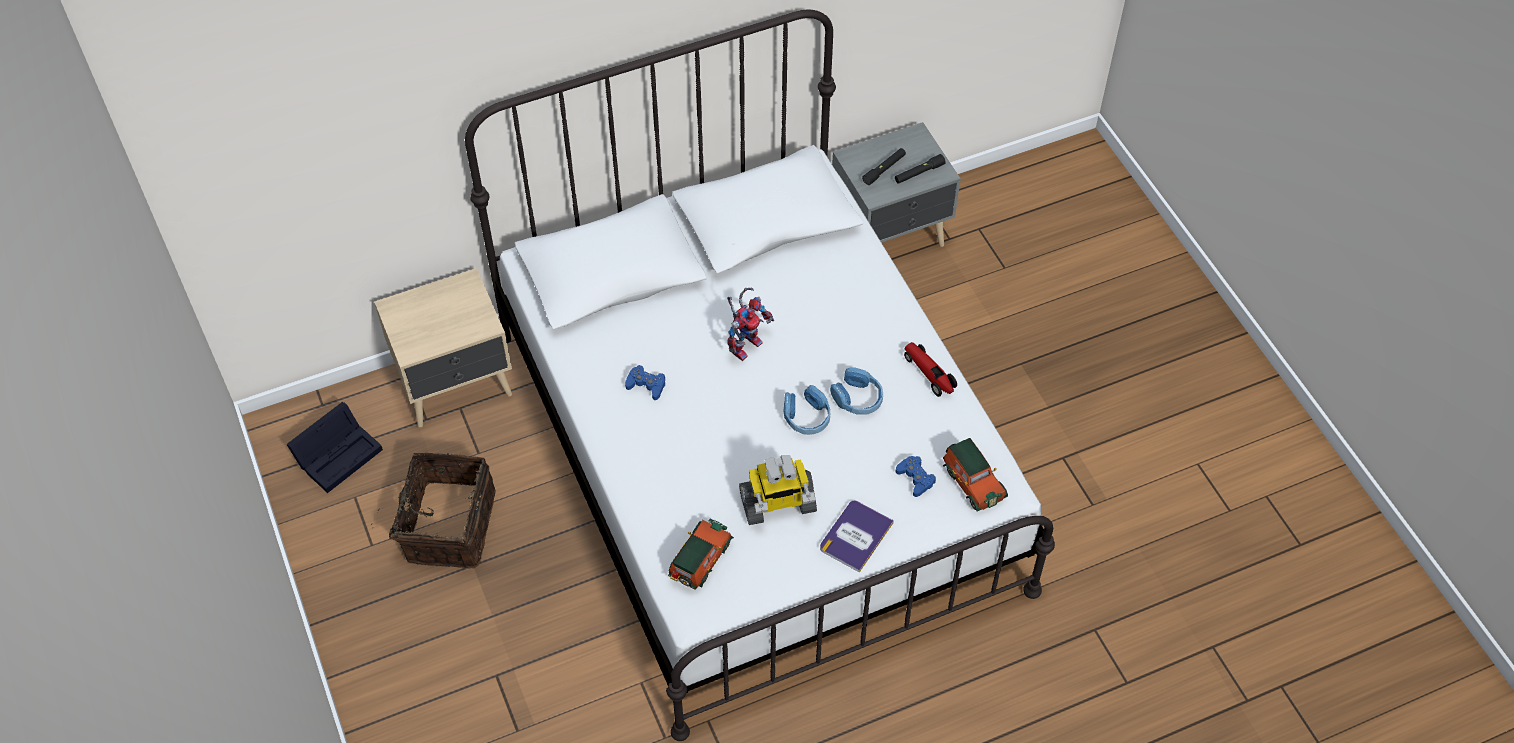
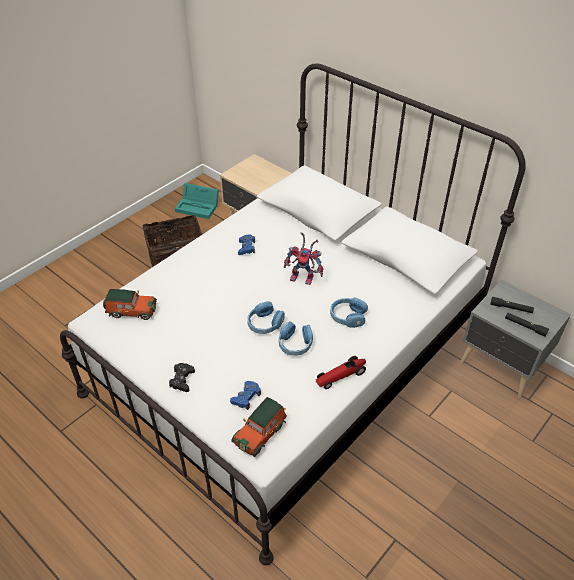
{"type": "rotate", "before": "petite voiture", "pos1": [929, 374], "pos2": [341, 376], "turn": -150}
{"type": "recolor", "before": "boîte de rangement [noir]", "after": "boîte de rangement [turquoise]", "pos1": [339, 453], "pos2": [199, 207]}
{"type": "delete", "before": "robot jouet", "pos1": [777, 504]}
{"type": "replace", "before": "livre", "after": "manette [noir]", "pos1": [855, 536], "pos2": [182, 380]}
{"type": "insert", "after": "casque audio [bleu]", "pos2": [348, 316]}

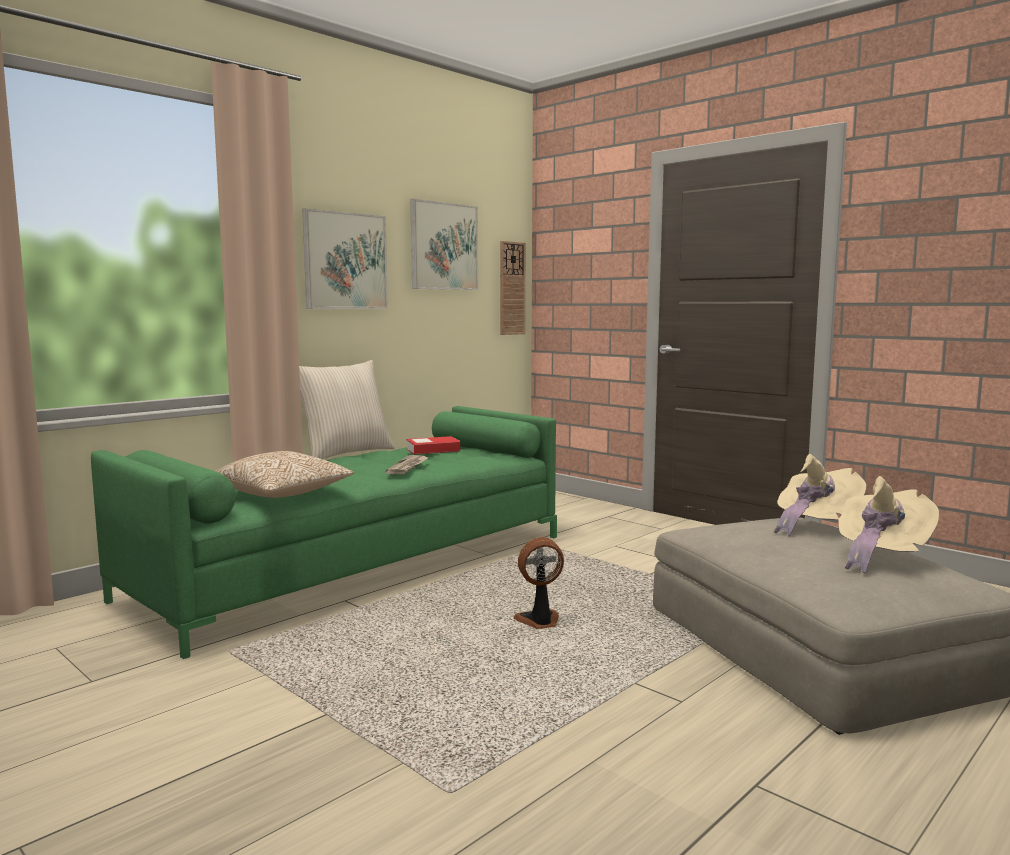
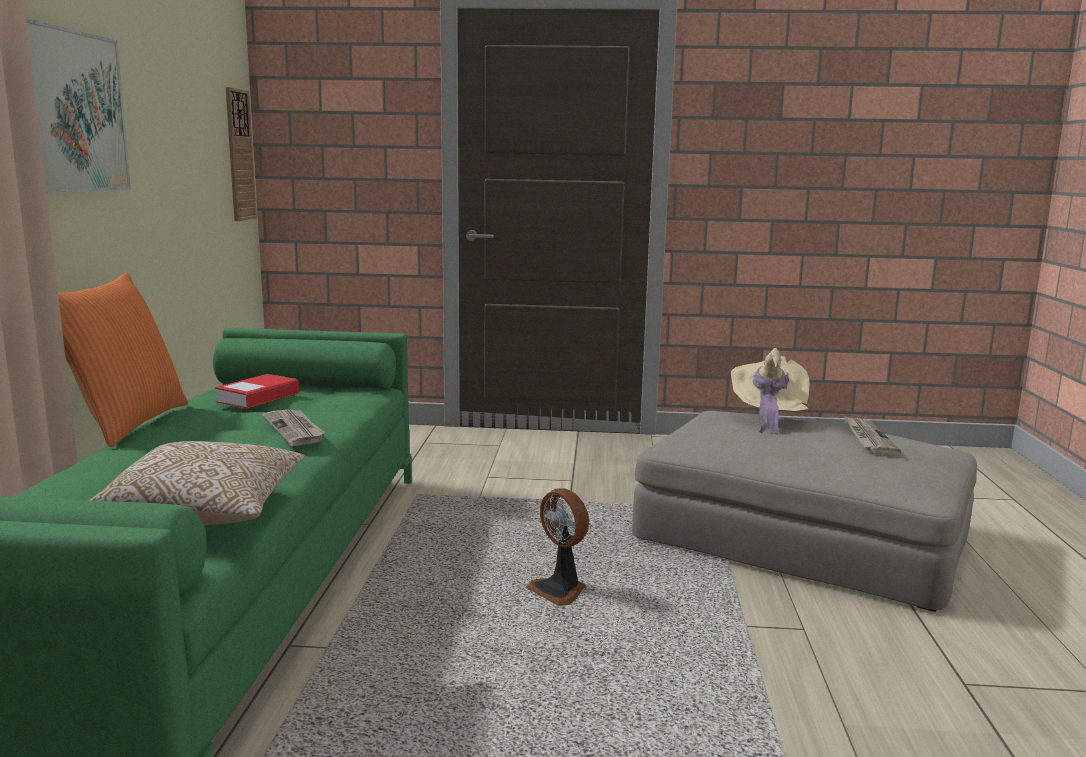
{"type": "delete", "before": "tableau", "pos1": [444, 246]}
{"type": "recolor", "before": "coussin [beige]", "after": "coussin [orange]", "pos1": [345, 453], "pos2": [126, 424]}
{"type": "replace", "before": "chapeau [beige]", "after": "journal", "pos1": [880, 556], "pos2": [868, 438]}
{"type": "rotate", "before": "ventilateur", "pos1": [539, 622], "pos2": [559, 591], "turn": -75}

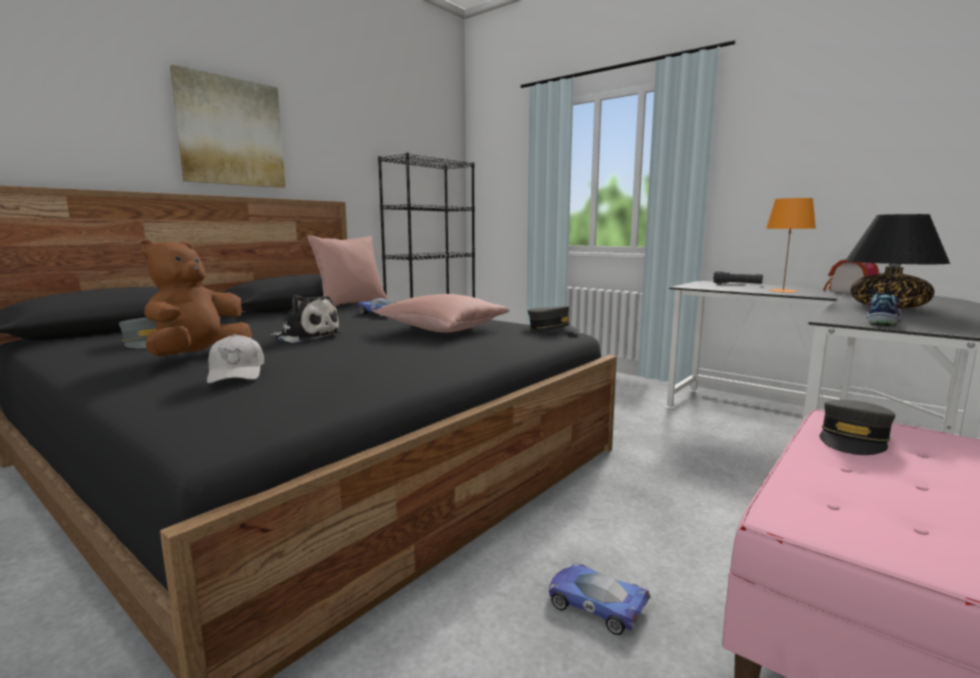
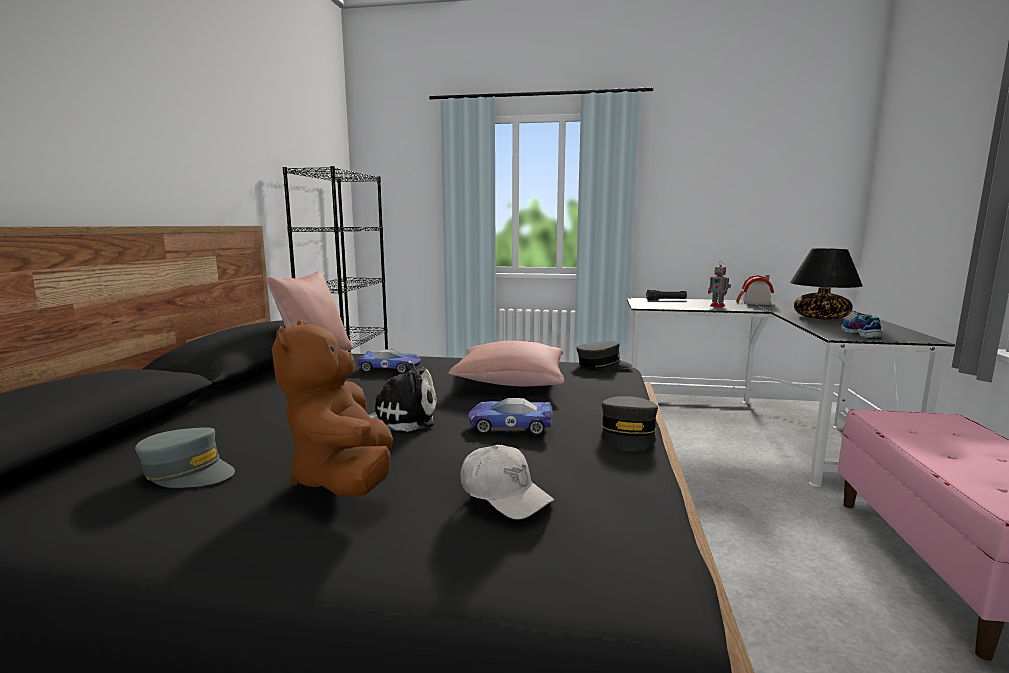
{"type": "delete", "before": "tableau", "pos1": [231, 132]}
{"type": "replace", "before": "lampe de table [orange]", "after": "robot jouet", "pos1": [783, 291], "pos2": [718, 306]}
{"type": "move", "before": "casquette [gris]", "pos1": [853, 440], "pos2": [628, 435]}
{"type": "move", "before": "petite voiture", "pos1": [595, 604], "pos2": [510, 424]}

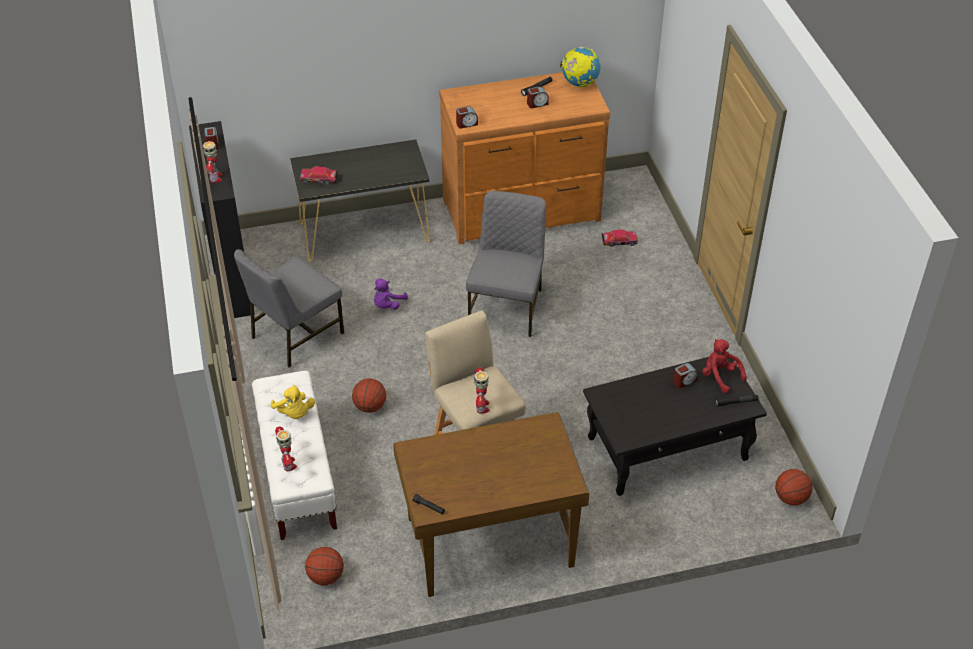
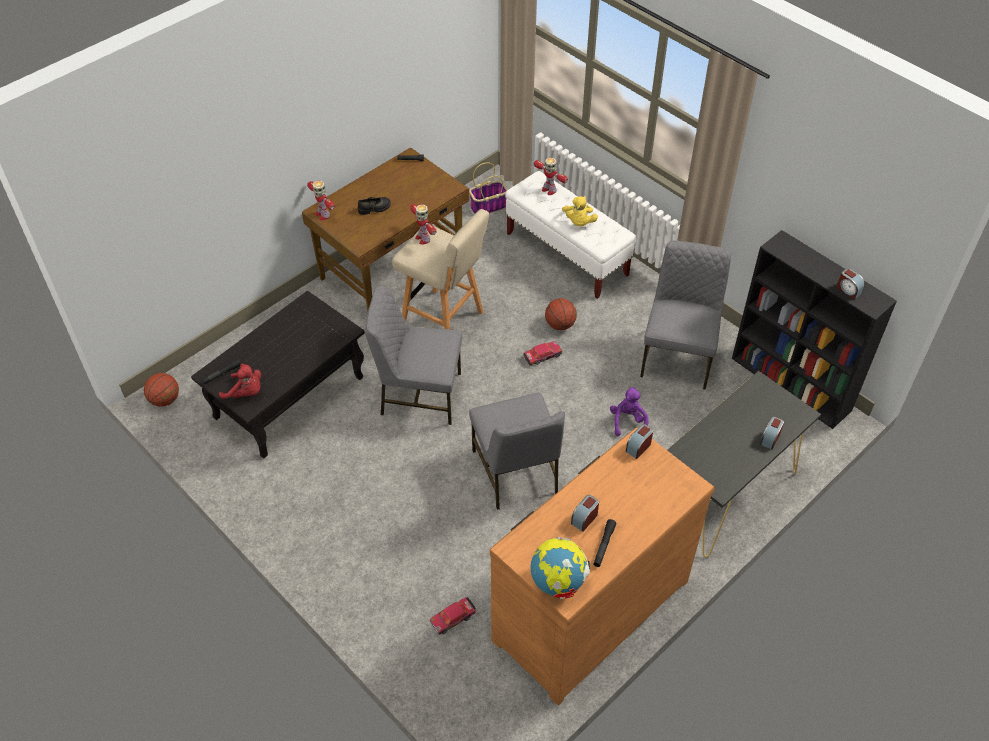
{"type": "move", "before": "robot jouet", "pos1": [215, 177], "pos2": [322, 214]}
{"type": "move", "before": "petite voiture", "pos1": [319, 179], "pos2": [542, 356]}
{"type": "move", "before": "réveil", "pos1": [684, 381], "pos2": [770, 438]}
{"type": "rotate", "before": "peluche [jaune]", "pos1": [294, 413], "pos2": [579, 222], "turn": -120}
{"type": "replace", "before": "ballon de basket", "after": "panier", "pos1": [326, 576], "pos2": [489, 206]}
{"type": "insert", "after": "chaussure [noir]", "pos2": [374, 208]}
{"type": "insert", "after": "chaise [gris]", "pos2": [419, 394]}

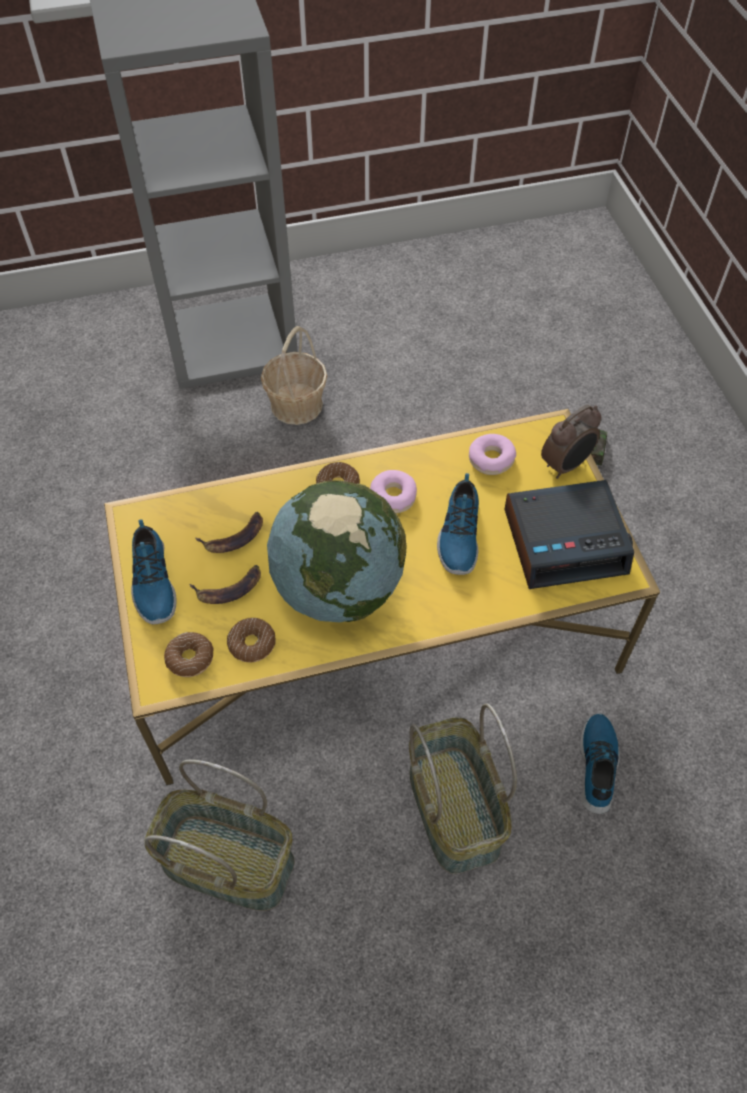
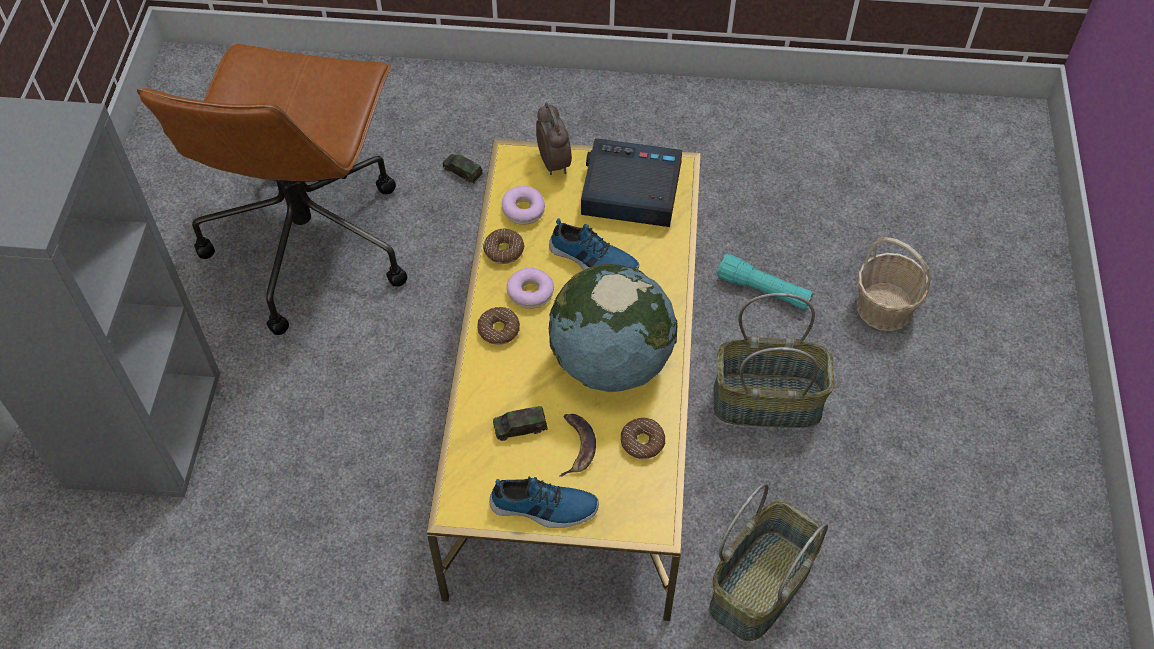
{"type": "move", "before": "panier", "pos1": [296, 405], "pos2": [884, 308]}
{"type": "rotate", "before": "réveil", "pos1": [565, 541], "pos2": [630, 191], "turn": -90}
{"type": "replace", "before": "banane", "after": "petite voiture", "pos1": [234, 537], "pos2": [520, 427]}
{"type": "move", "before": "beignet", "pos1": [190, 658], "pos2": [504, 250]}
{"type": "replace", "before": "chaussure", "after": "lampe de poche [turquoise]", "pos1": [599, 765], "pos2": [763, 290]}
{"type": "insert", "after": "chaise de bureau [marron]", "pos2": [309, 242]}

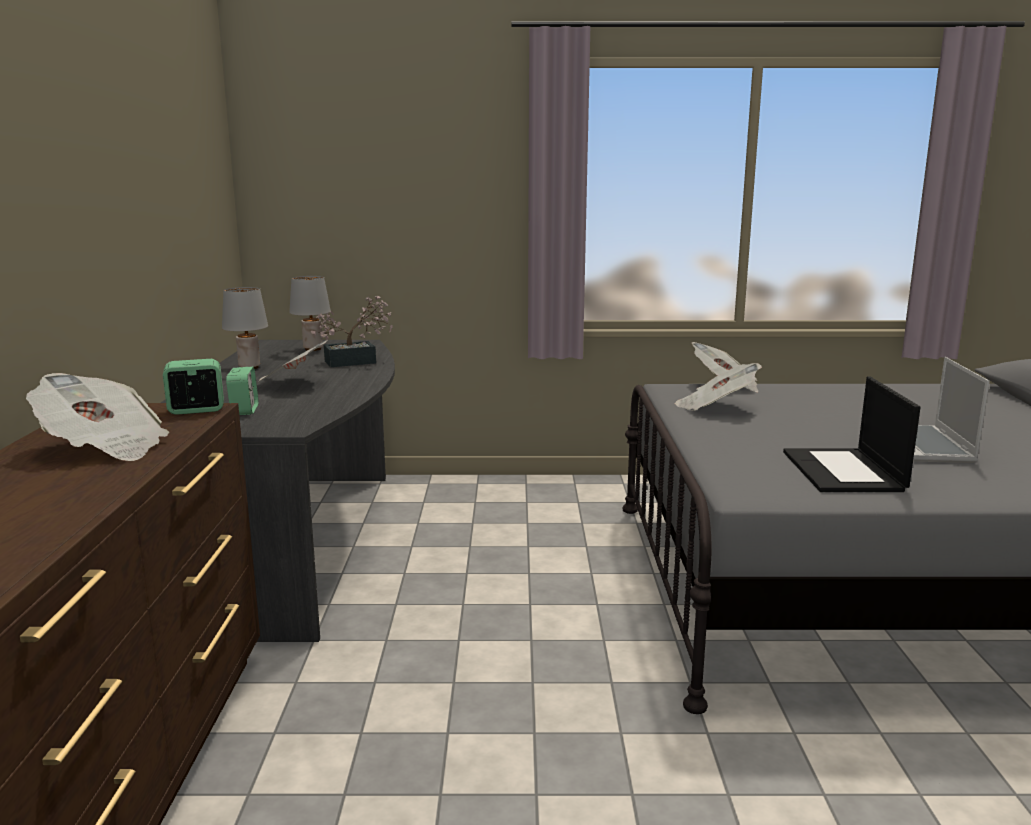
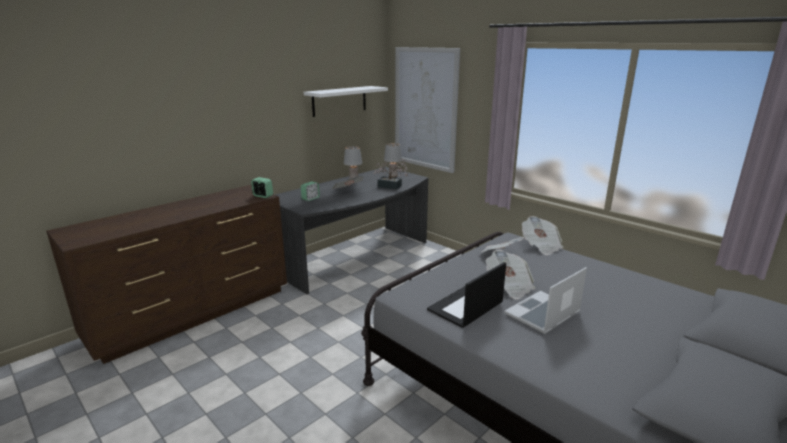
{"type": "move", "before": "journal", "pos1": [104, 447], "pos2": [509, 286]}
{"type": "insert", "after": "tableau", "pos2": [425, 109]}
{"type": "insert", "after": "étagère [blanc]", "pos2": [339, 101]}

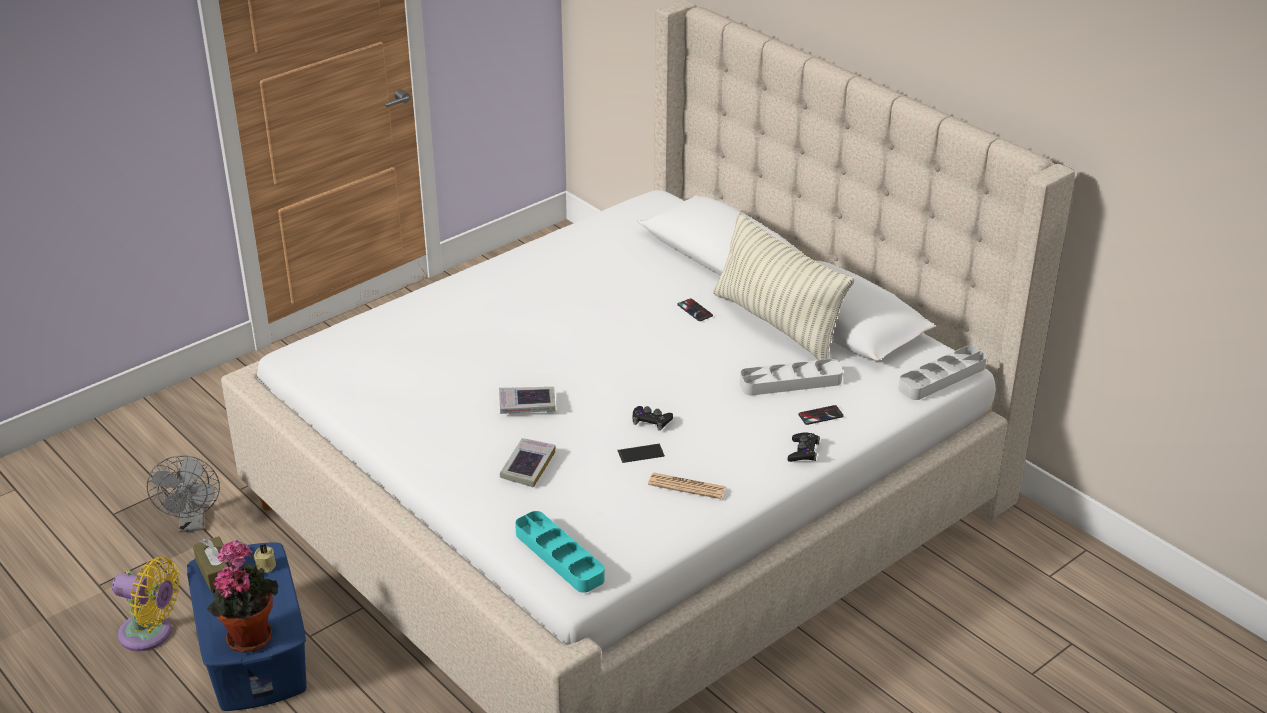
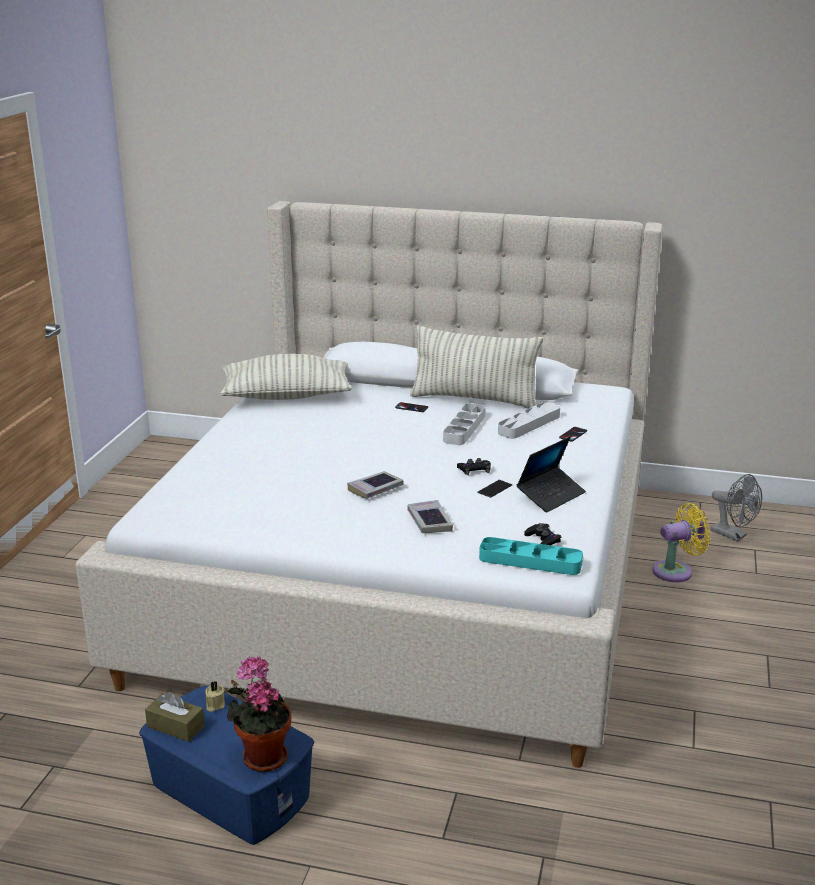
{"type": "move", "before": "plateau [gris]", "pos1": [942, 378], "pos2": [464, 428]}
{"type": "move", "before": "manette [noir]", "pos1": [803, 451], "pos2": [543, 540]}
{"type": "move", "before": "ventilateur [gris]", "pos1": [193, 523], "pos2": [733, 535]}
{"type": "replace", "before": "journal", "after": "ordinateur portable", "pos1": [686, 486], "pos2": [551, 495]}
{"type": "move", "before": "ventilateur [jaune]", "pos1": [150, 634], "pos2": [676, 571]}
{"type": "insert", "after": "coussin", "pos2": [286, 396]}

